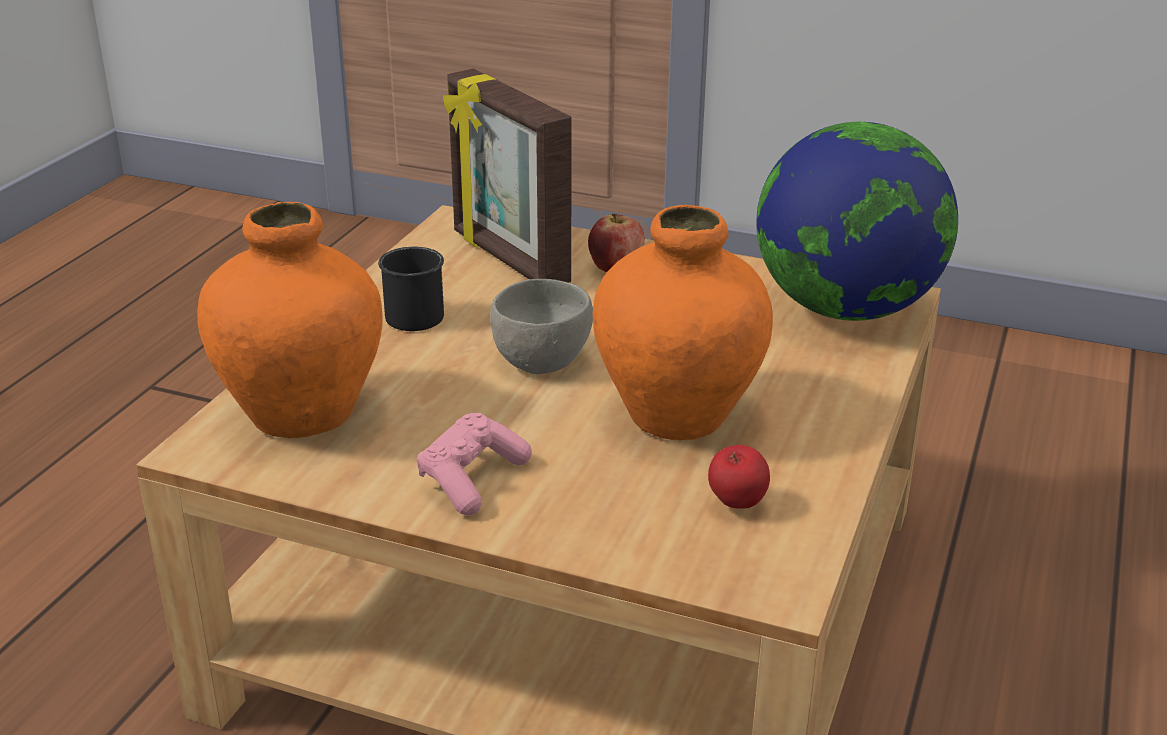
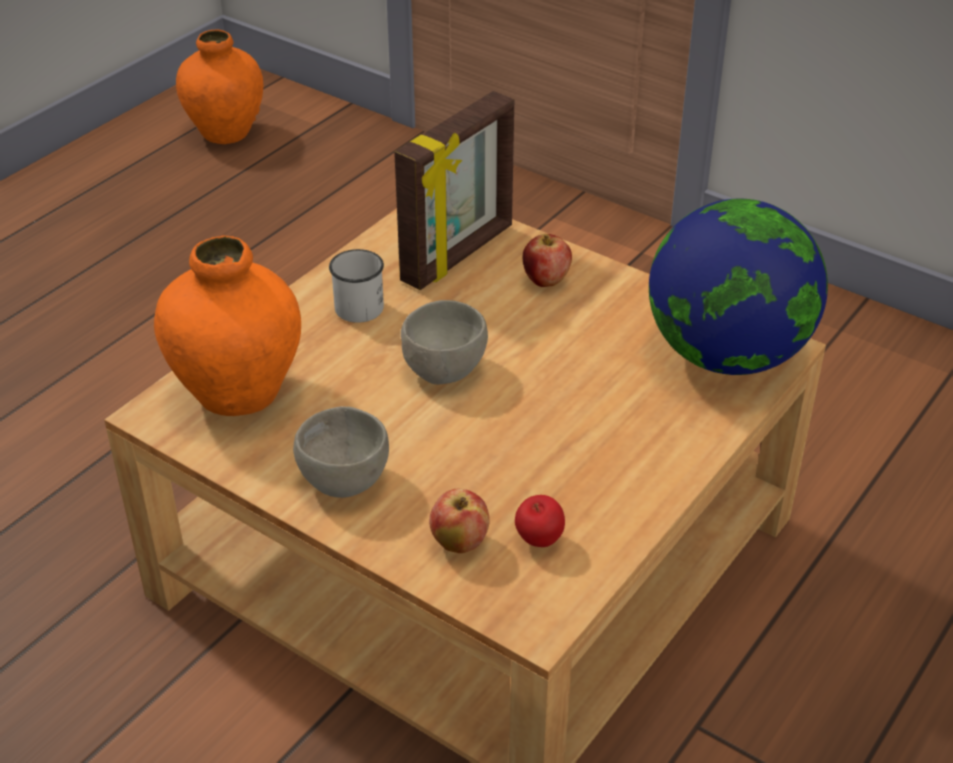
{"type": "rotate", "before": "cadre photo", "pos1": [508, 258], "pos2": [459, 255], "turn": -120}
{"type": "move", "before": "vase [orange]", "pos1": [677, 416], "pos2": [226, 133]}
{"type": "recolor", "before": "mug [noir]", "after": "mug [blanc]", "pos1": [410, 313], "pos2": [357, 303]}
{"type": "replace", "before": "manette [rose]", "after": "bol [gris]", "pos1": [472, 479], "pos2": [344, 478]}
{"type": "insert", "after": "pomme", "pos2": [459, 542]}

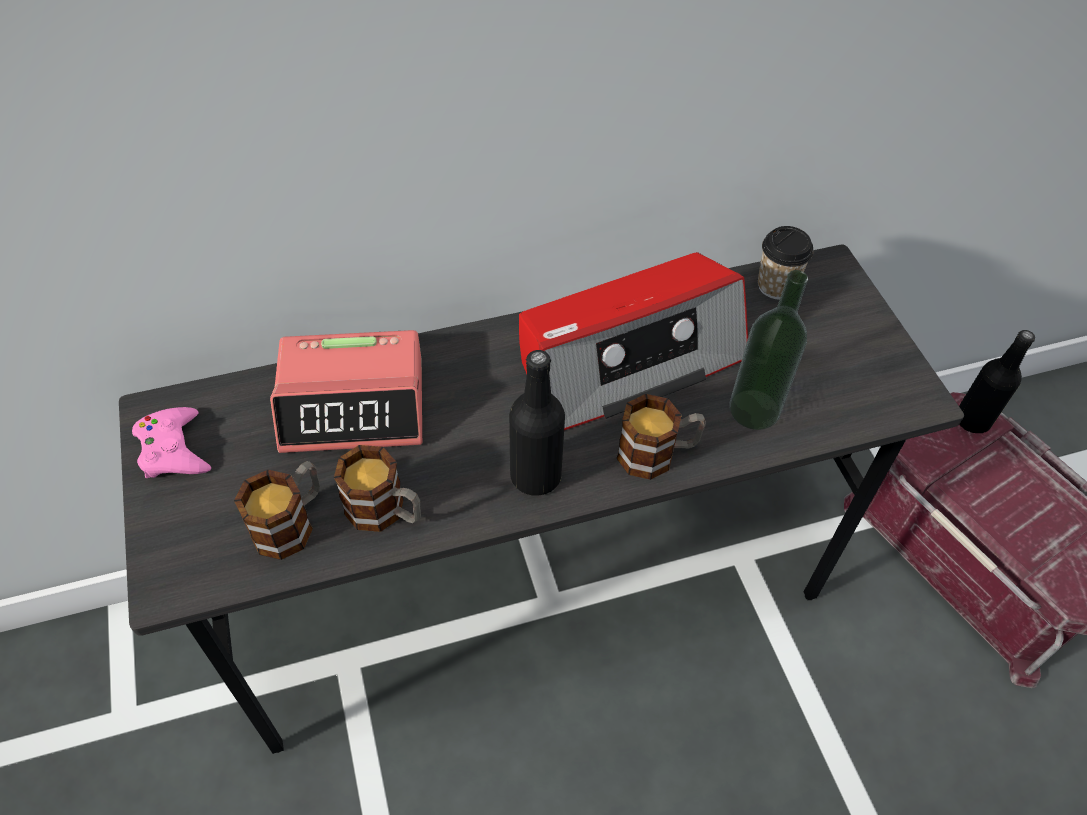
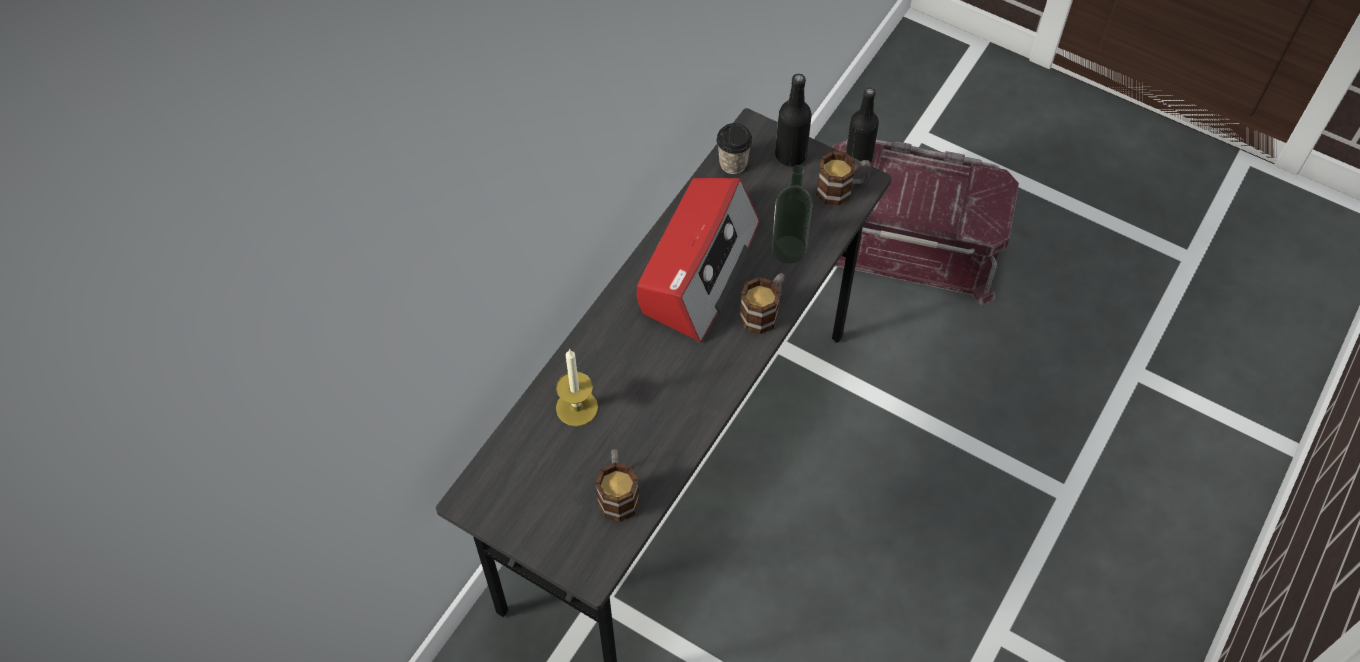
{"type": "replace", "before": "réveil", "after": "bougie", "pos1": [354, 404], "pos2": [577, 407]}
{"type": "move", "before": "bouteille [noir]", "pos1": [535, 476], "pos2": [790, 155]}
{"type": "delete", "before": "manette [rose]", "pos1": [173, 450]}
{"type": "move", "before": "mug", "pos1": [385, 512], "pos2": [841, 189]}

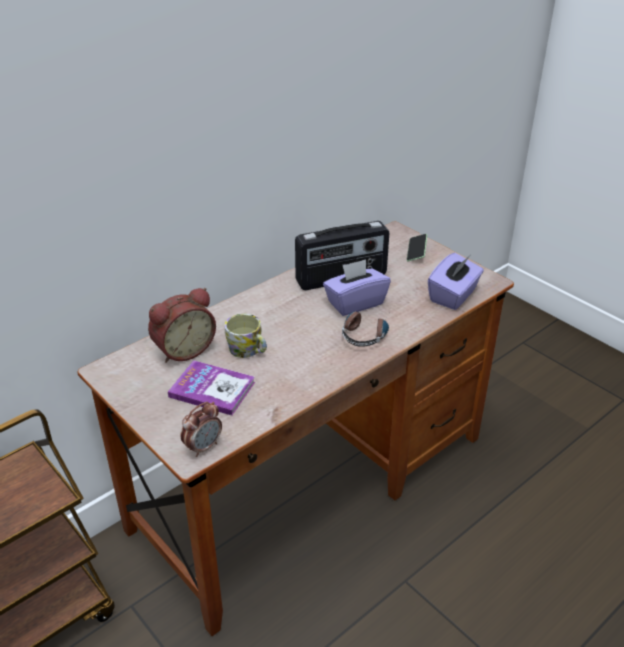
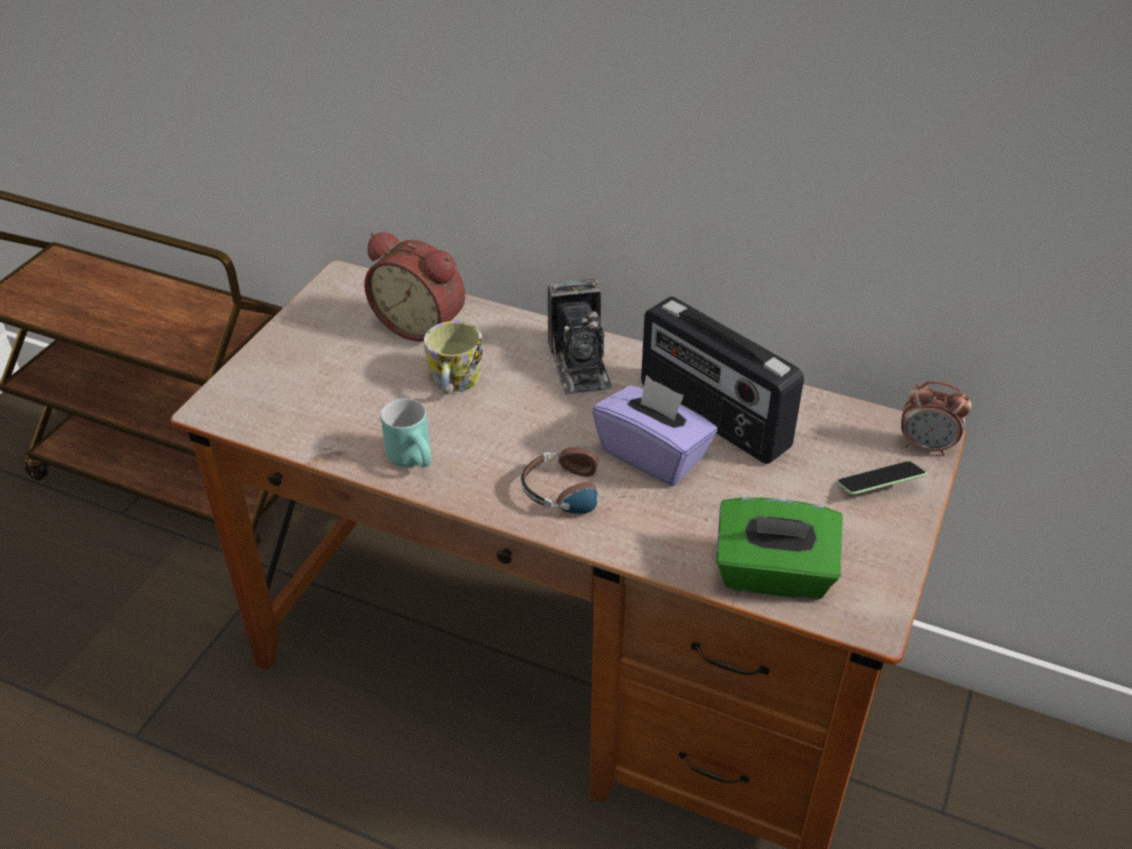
{"type": "recolor", "before": "boîte à mouchoirs [violet]", "after": "boîte à mouchoirs [vert]", "pos1": [453, 296], "pos2": [773, 575]}
{"type": "delete", "before": "livre", "pos1": [212, 389]}
{"type": "move", "before": "réveil", "pos1": [203, 447], "pos2": [926, 446]}
{"type": "insert", "after": "appareil photo", "pos2": [579, 364]}
{"type": "insert", "after": "mug [turquoise]", "pos2": [416, 459]}

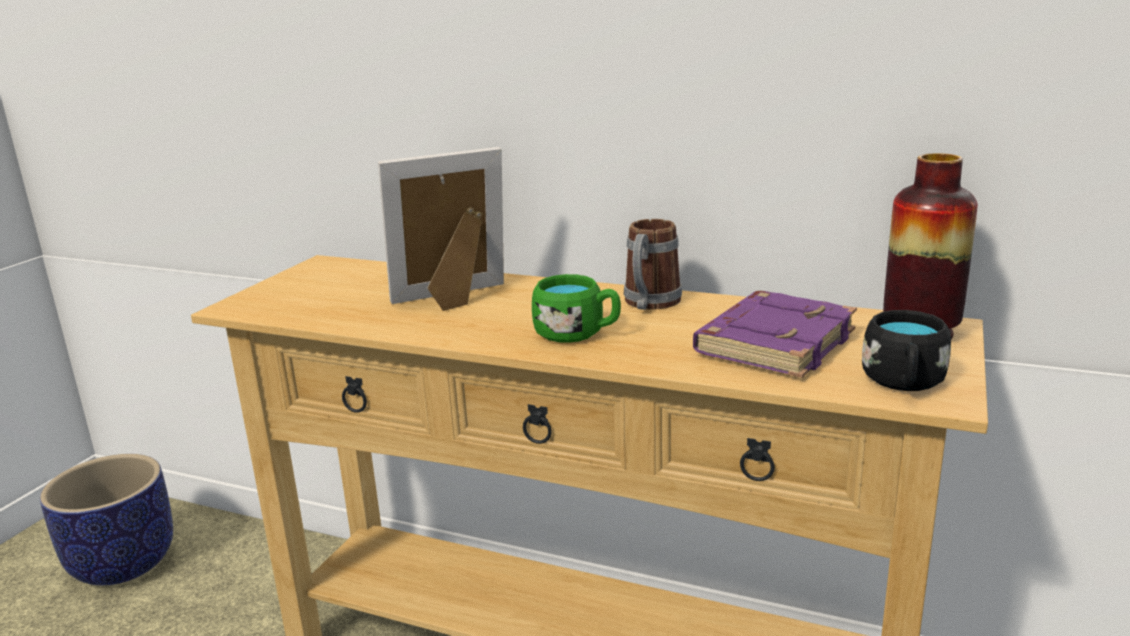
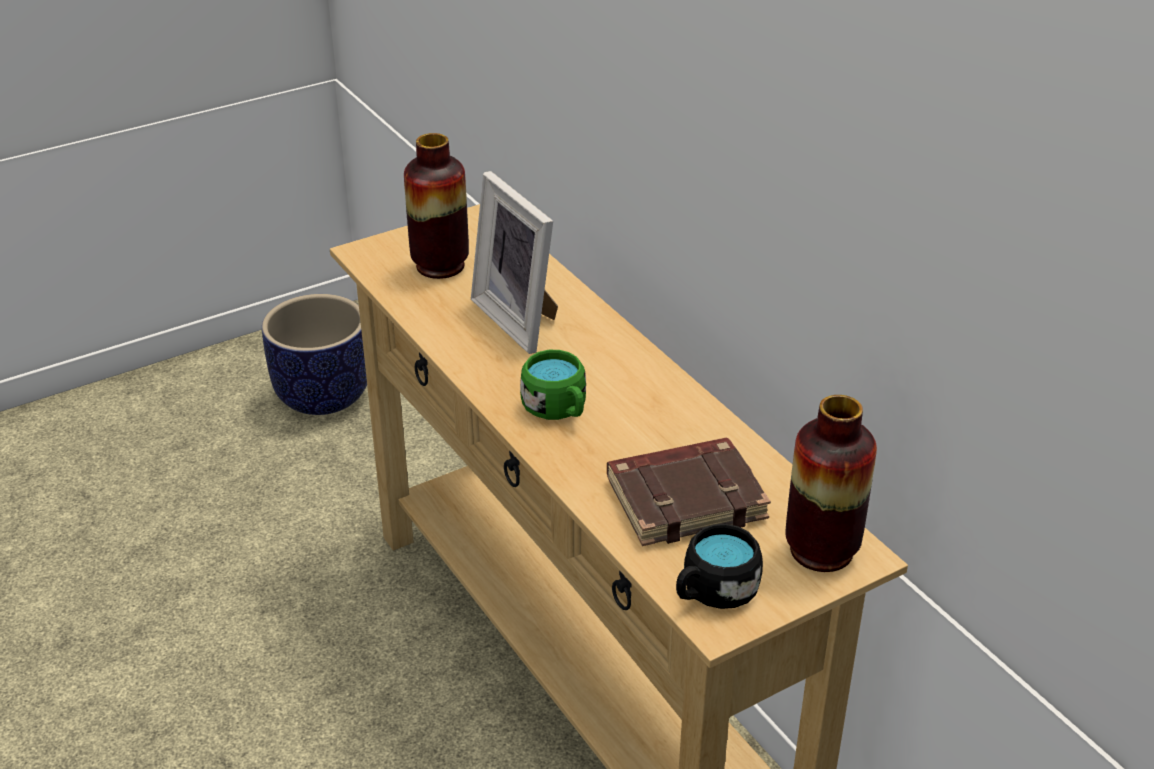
{"type": "rotate", "before": "cadre photo", "pos1": [454, 299], "pos2": [521, 319], "turn": -135}
{"type": "delete", "before": "mug", "pos1": [649, 304]}
{"type": "recolor", "before": "livre [violet]", "after": "livre [marron]", "pos1": [774, 343], "pos2": [686, 498]}
{"type": "insert", "after": "vase", "pos2": [440, 266]}

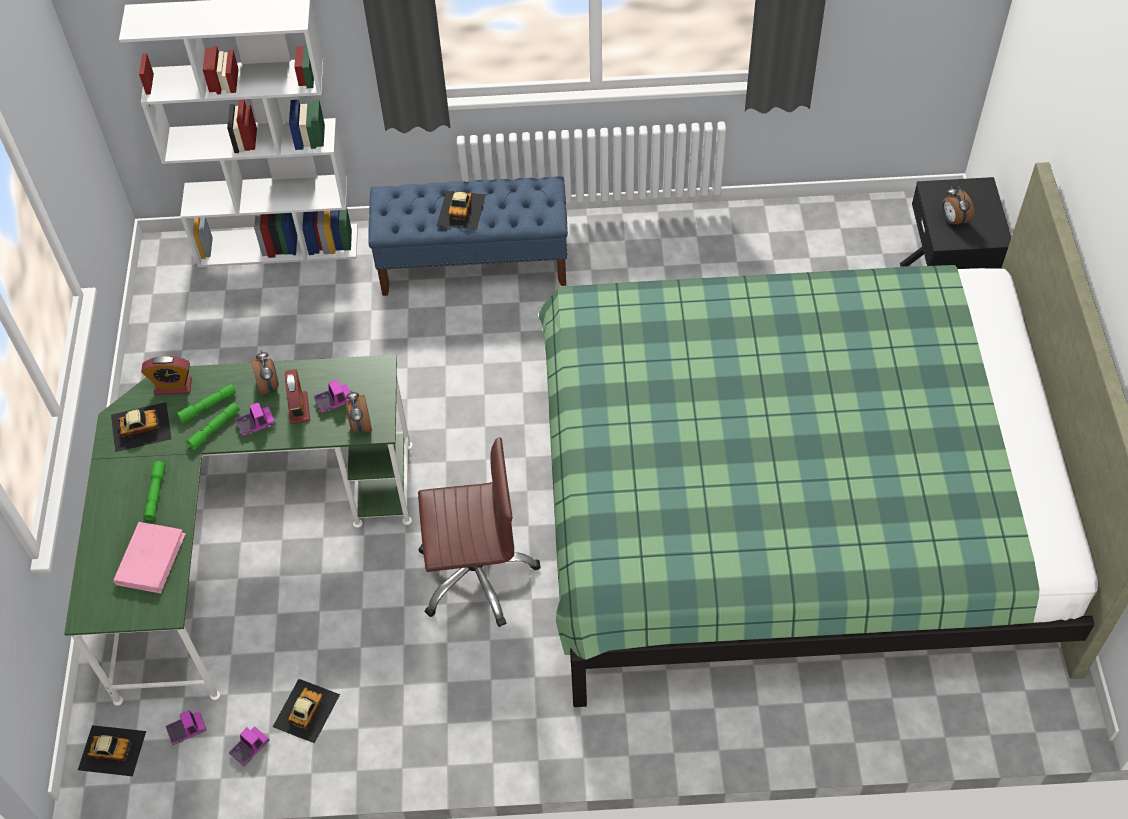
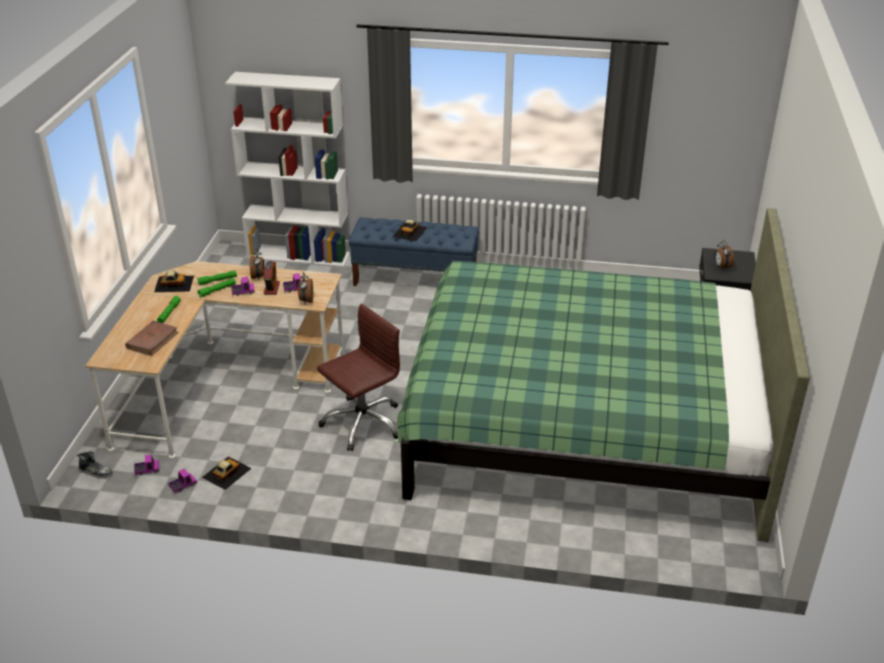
{"type": "recolor", "before": "bureau [vert]", "after": "bureau [beige]", "pos1": [241, 540], "pos2": [220, 384]}
{"type": "delete", "before": "réveil", "pos1": [173, 386]}
{"type": "rotate", "before": "chaise de bureau [marron]", "pos1": [476, 574], "pos2": [362, 423], "turn": -45}
{"type": "recolor", "before": "livre [rose]", "after": "livre [marron]", "pos1": [150, 559], "pos2": [152, 340]}
{"type": "replace", "before": "petite voiture", "after": "chaussure", "pos1": [111, 750], "pos2": [96, 472]}

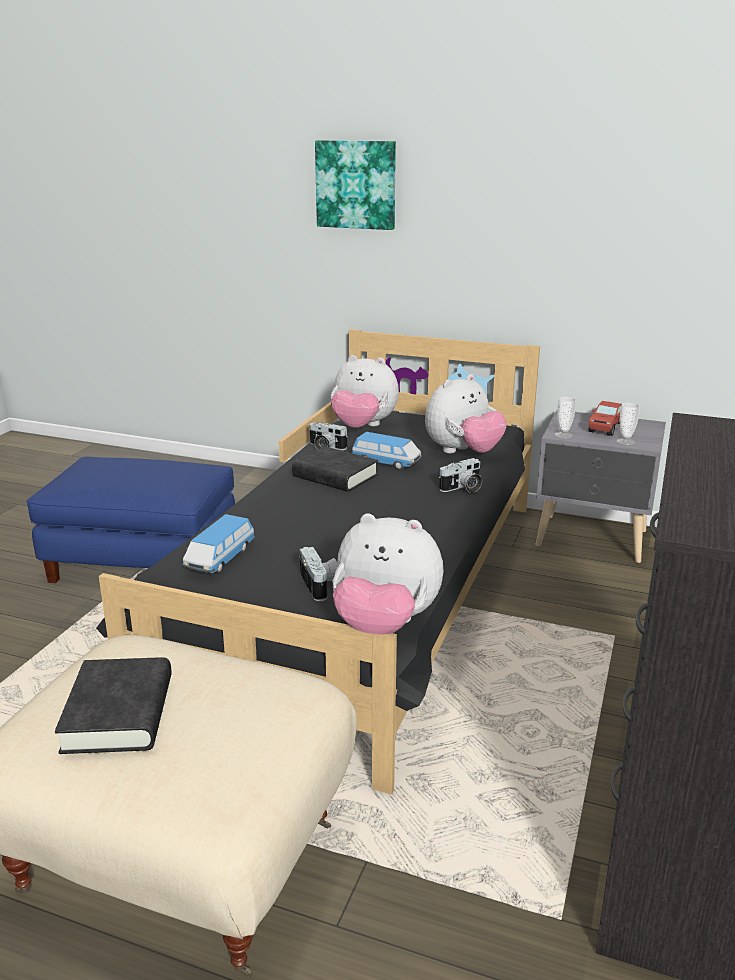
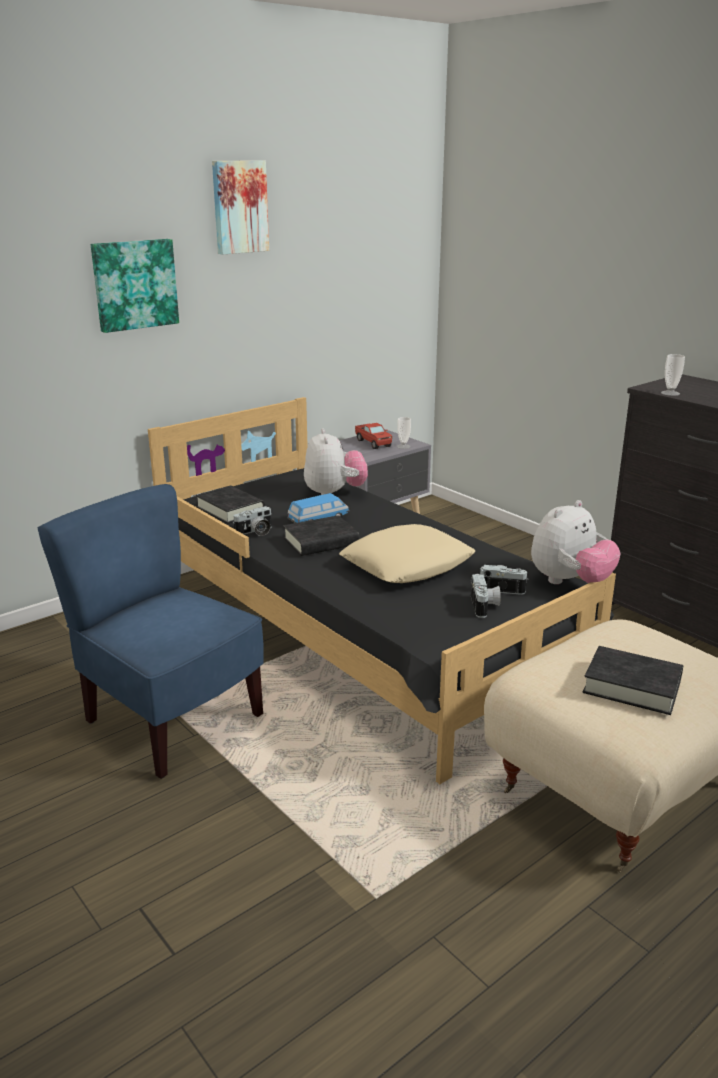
{"type": "replace", "before": "peluche", "after": "livre [noir]", "pos1": [363, 427], "pos2": [230, 510]}
{"type": "move", "before": "tasse", "pos1": [563, 435], "pos2": [670, 393]}
{"type": "replace", "before": "pouf [bleu]", "after": "chaise [bleu]", "pos1": [144, 560], "pos2": [171, 720]}
{"type": "move", "before": "appareil photo", "pos1": [462, 488], "pos2": [485, 606]}
{"type": "delete", "before": "petite voiture", "pos1": [220, 559]}
{"type": "insert", "after": "tableau", "pos2": [239, 207]}
{"type": "insert", "after": "coussin [beige]", "pos2": [407, 564]}

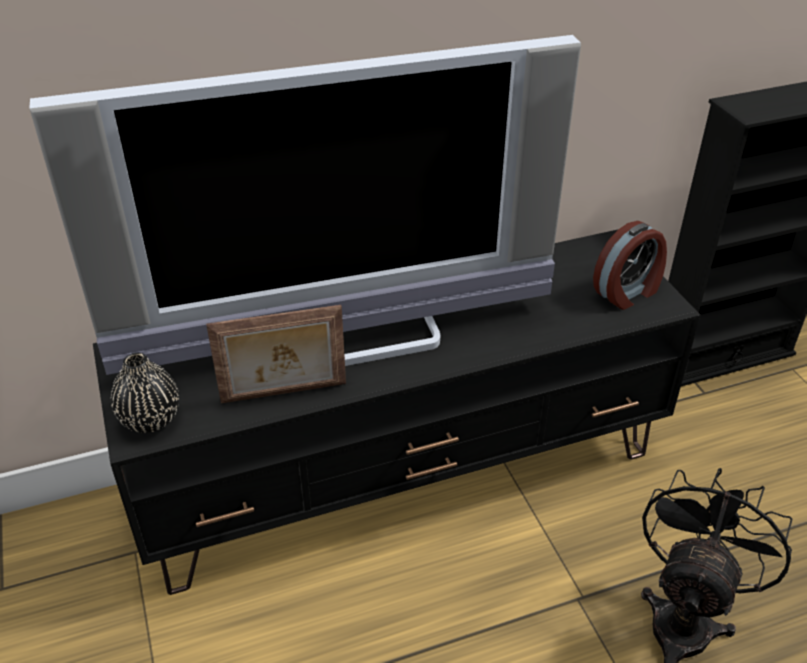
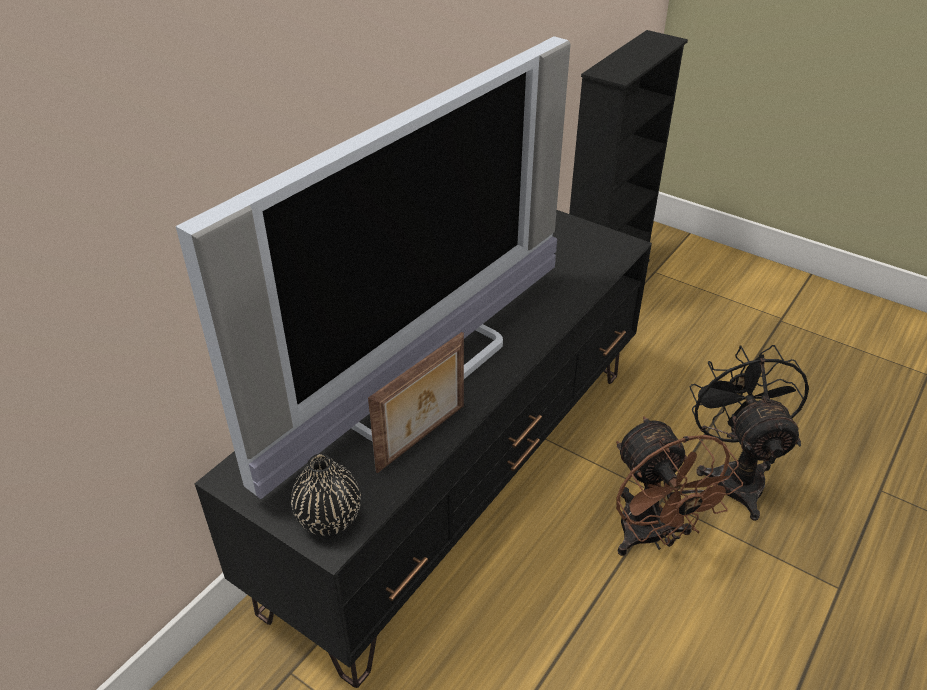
{"type": "delete", "before": "réveil", "pos1": [627, 292]}
{"type": "insert", "after": "ventilateur [marron]", "pos2": [651, 537]}

